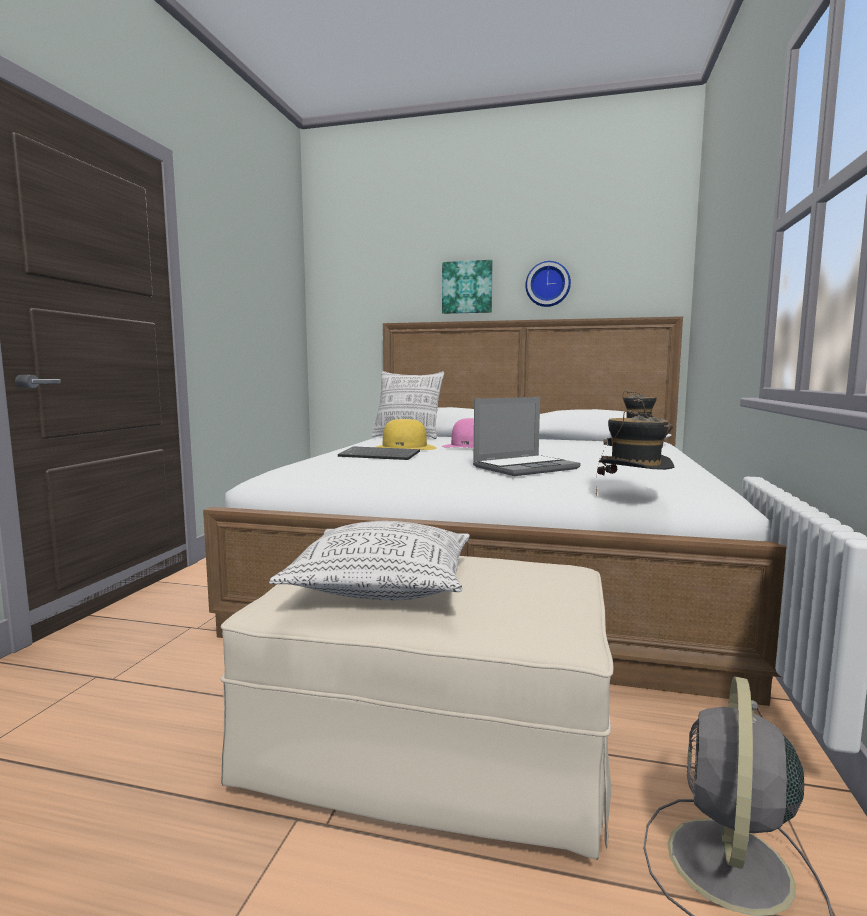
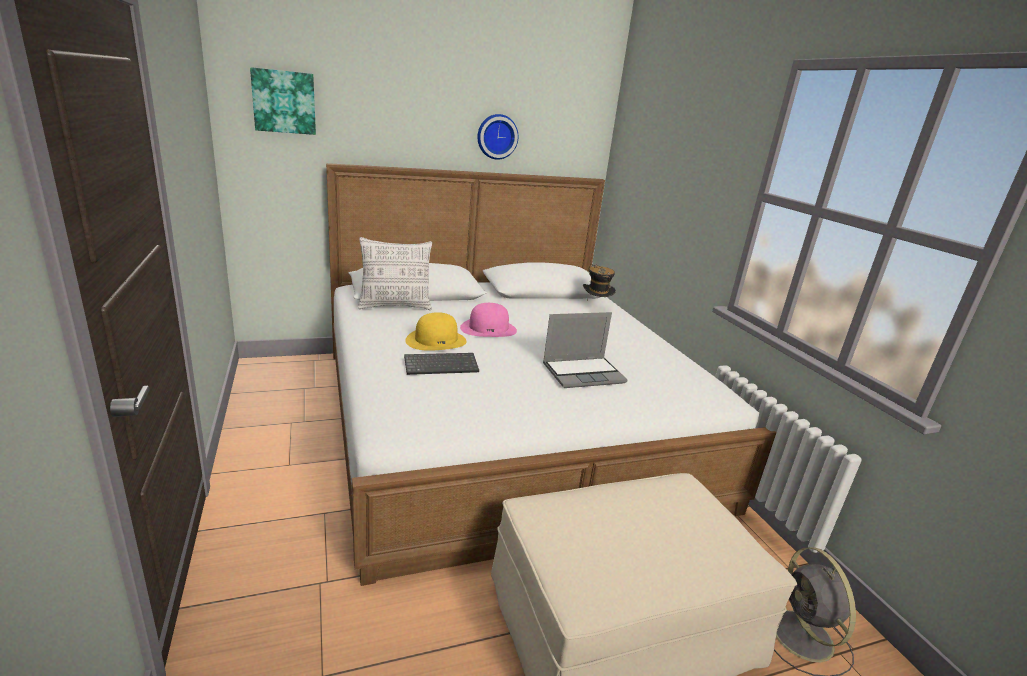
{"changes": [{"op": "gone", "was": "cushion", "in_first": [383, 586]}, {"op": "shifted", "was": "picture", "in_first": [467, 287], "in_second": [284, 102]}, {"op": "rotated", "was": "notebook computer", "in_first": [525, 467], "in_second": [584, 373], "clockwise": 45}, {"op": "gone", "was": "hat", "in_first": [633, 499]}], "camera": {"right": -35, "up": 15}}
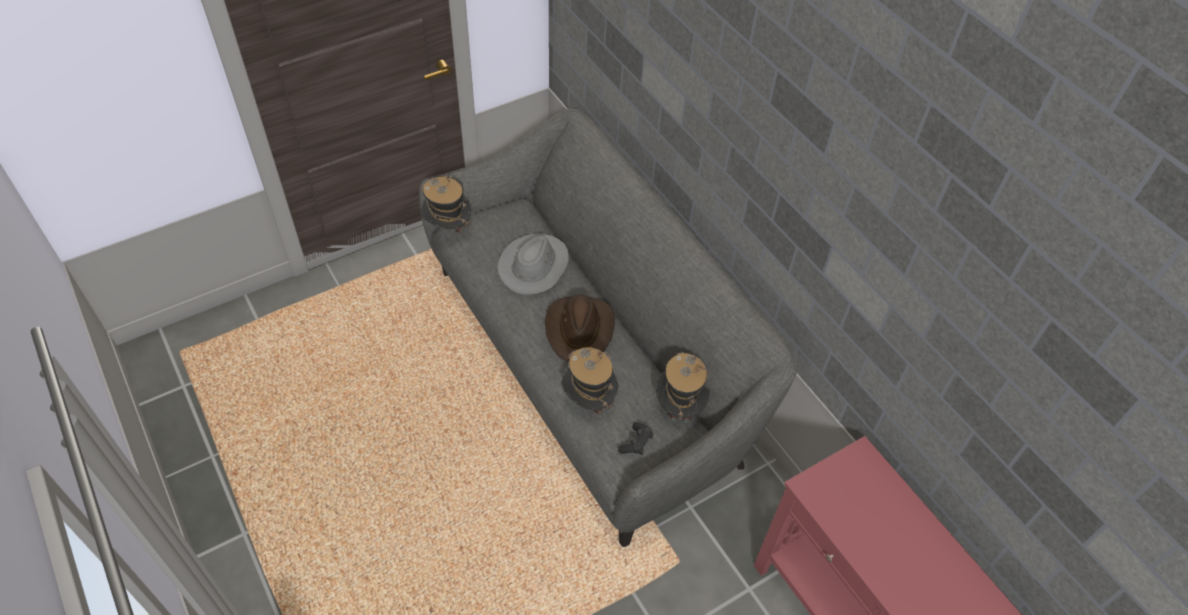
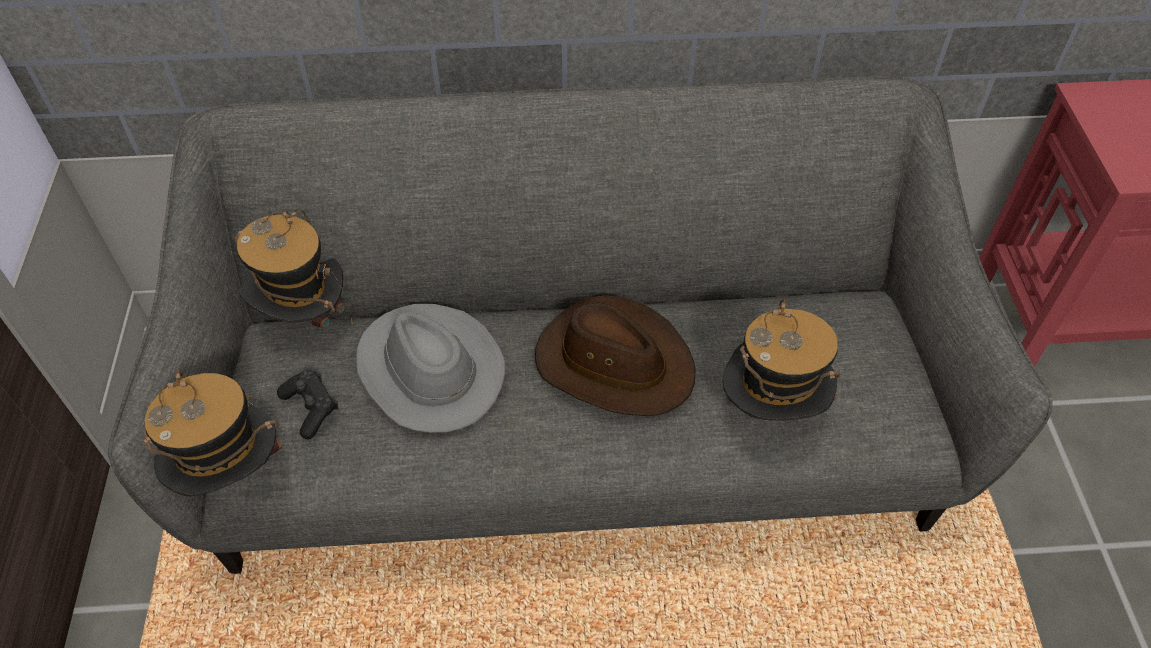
{"changes": [{"op": "shifted", "was": "black game controller", "in_first": [636, 443], "in_second": [311, 408]}, {"op": "shifted", "was": "hat", "in_first": [679, 407], "in_second": [304, 317]}], "camera": {"right": -60, "up": 0}}
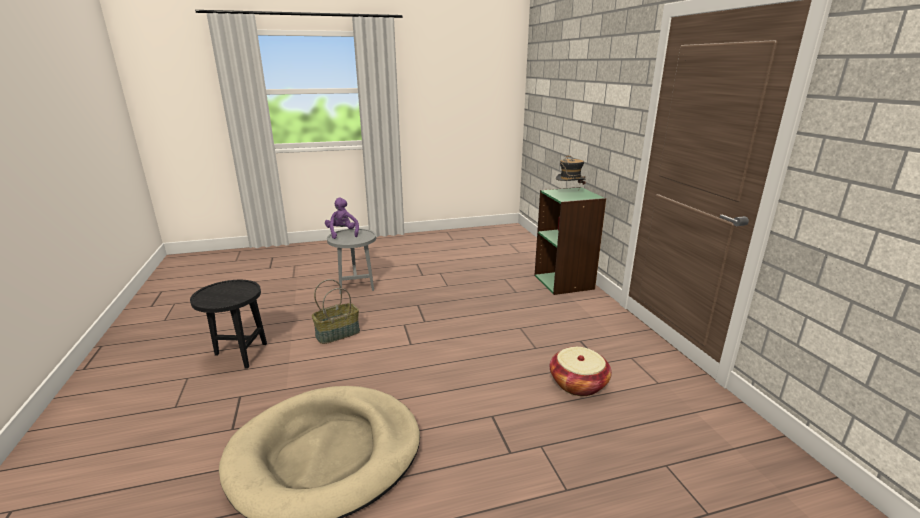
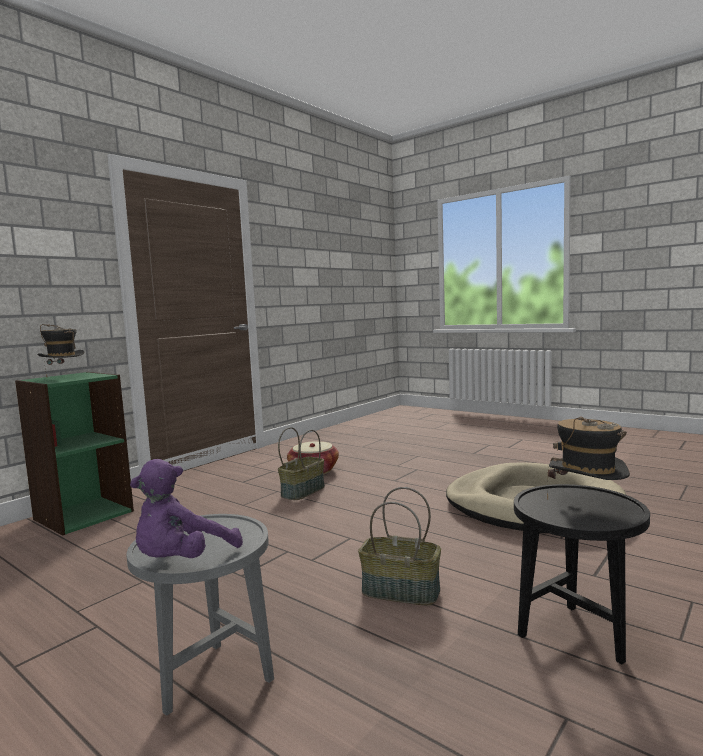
{"changes": [{"op": "new", "now": "storage basket", "in_second": [302, 491]}, {"op": "new", "now": "hat", "in_second": [587, 505]}], "camera": {"right": -125, "up": -15}}
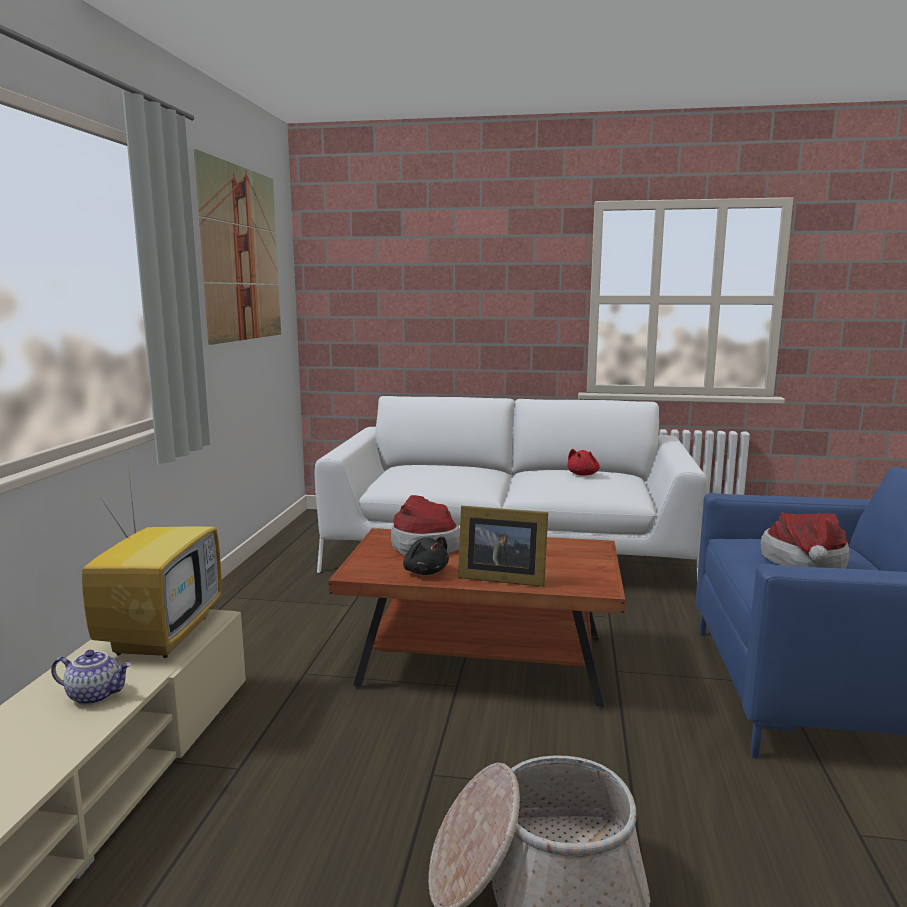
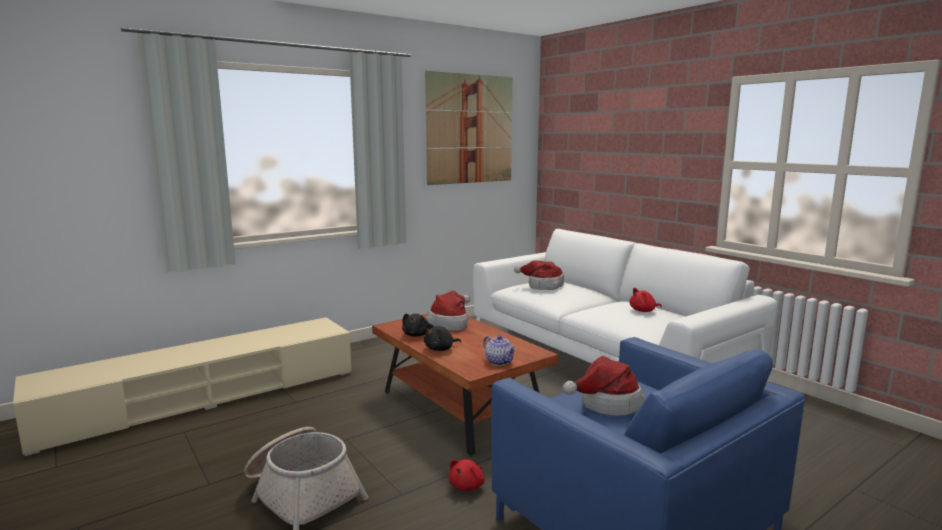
{"changes": [{"op": "shifted", "was": "tea pot", "in_first": [96, 695], "in_second": [500, 362]}, {"op": "gone", "was": "TV set", "in_first": [162, 634]}, {"op": "swapped", "was": "standing frame", "now": "black cuddly toy", "in_first": [499, 577], "in_second": [440, 349]}, {"op": "new", "now": "red cuddly toy", "in_second": [467, 486]}, {"op": "new", "now": "hat", "in_second": [543, 286]}], "camera": {"right": 45, "up": 0}}
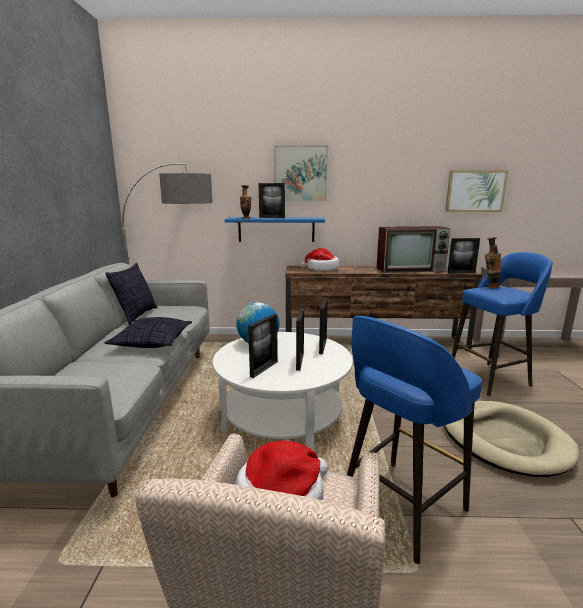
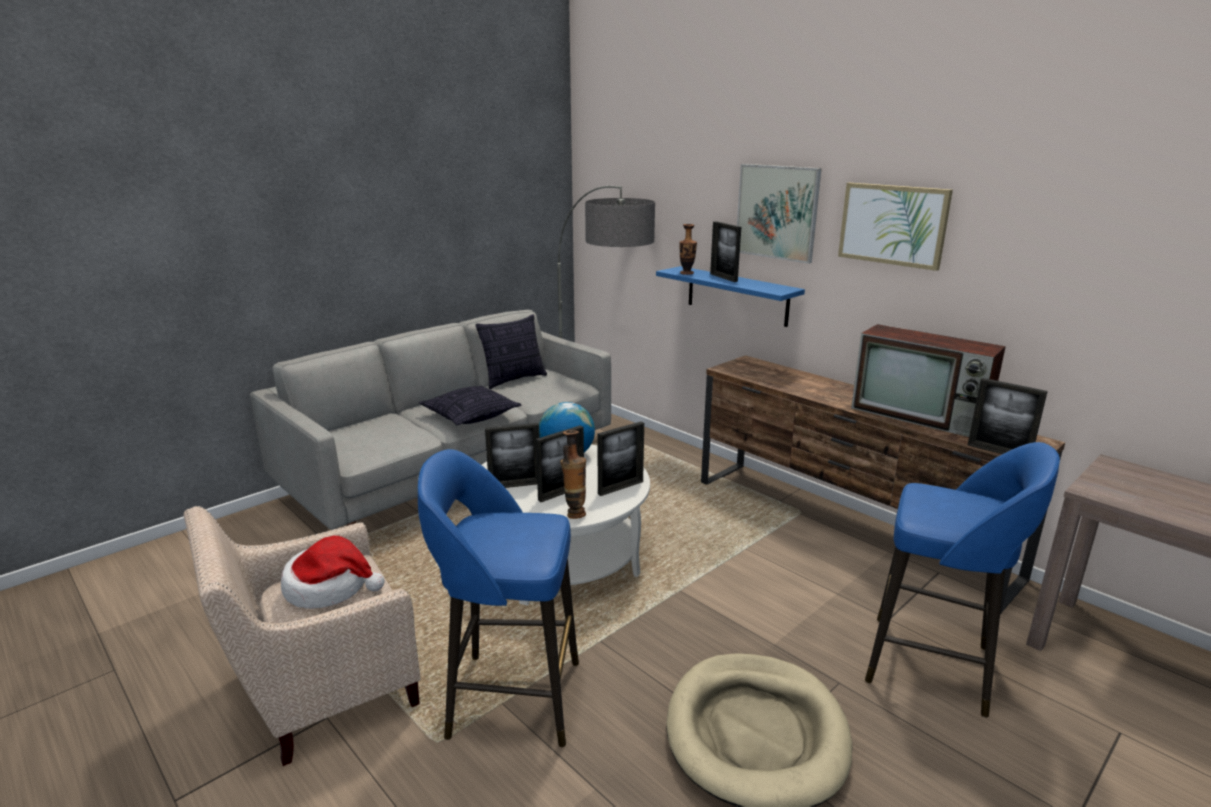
{"changes": [{"op": "gone", "was": "hat", "in_first": [321, 269]}, {"op": "shifted", "was": "picture", "in_first": [475, 191], "in_second": [893, 224]}, {"op": "shifted", "was": "flower vase", "in_first": [489, 287], "in_second": [574, 513]}], "camera": {"right": 45, "up": 5}}
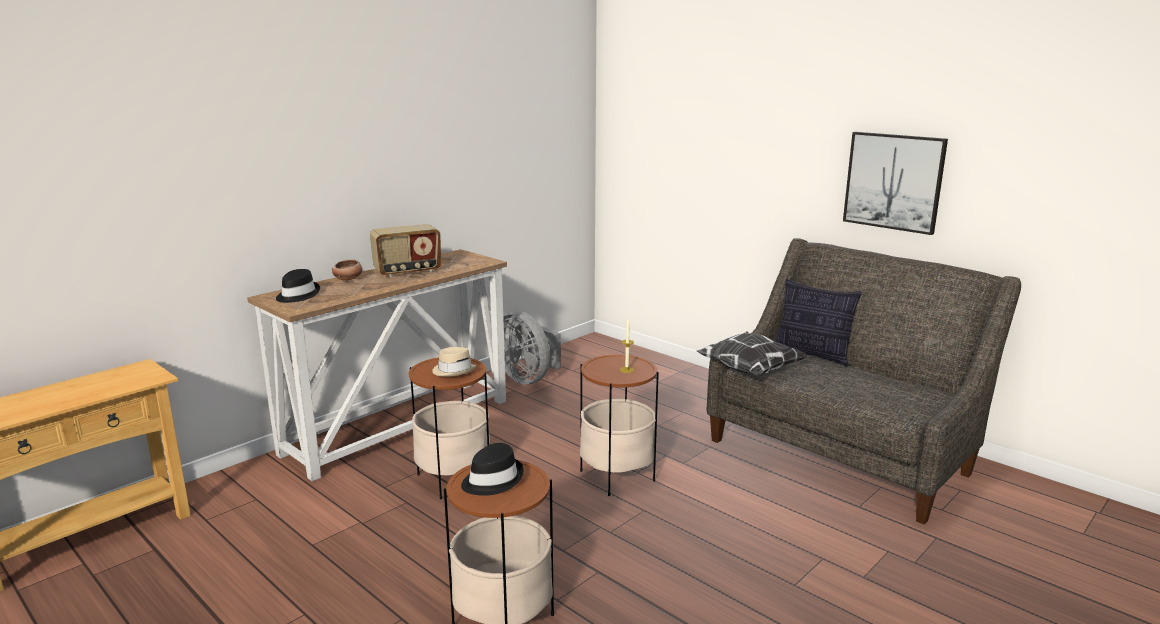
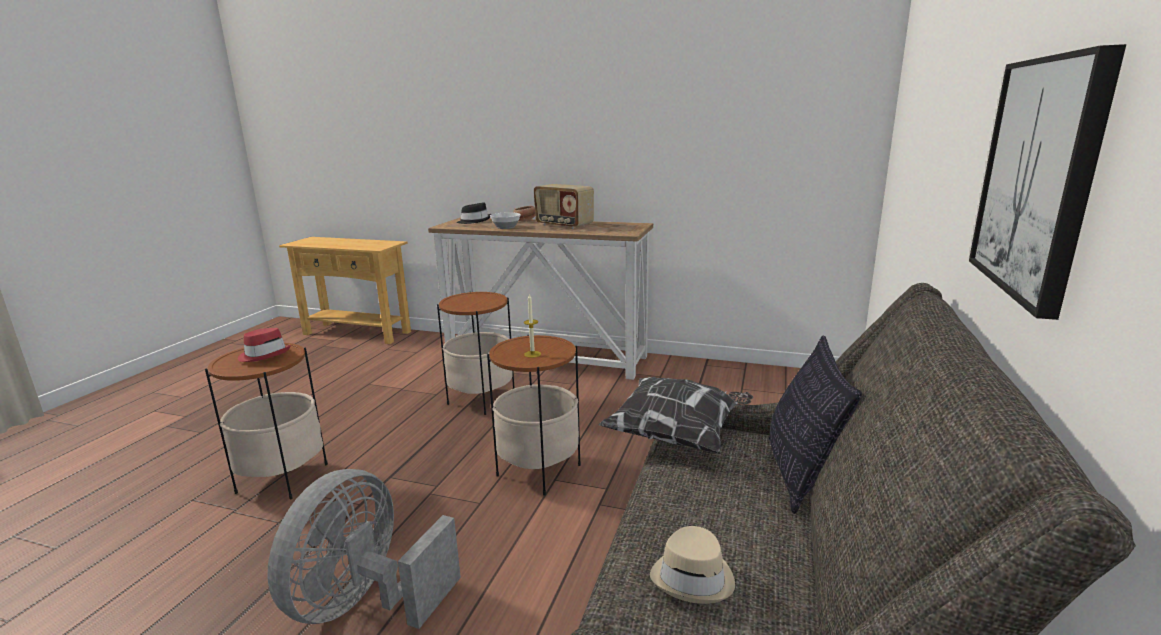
{"changes": [{"op": "shifted", "was": "sand-coloured hat", "in_first": [454, 370], "in_second": [693, 577]}, {"op": "repainted", "was": "black hat", "now": "red hat", "in_first": [492, 480], "in_second": [264, 354]}, {"op": "shifted", "was": "grey fan", "in_first": [528, 378], "in_second": [366, 602]}, {"op": "new", "now": "bowl", "in_second": [506, 227]}], "camera": {"right": 65, "up": 0}}
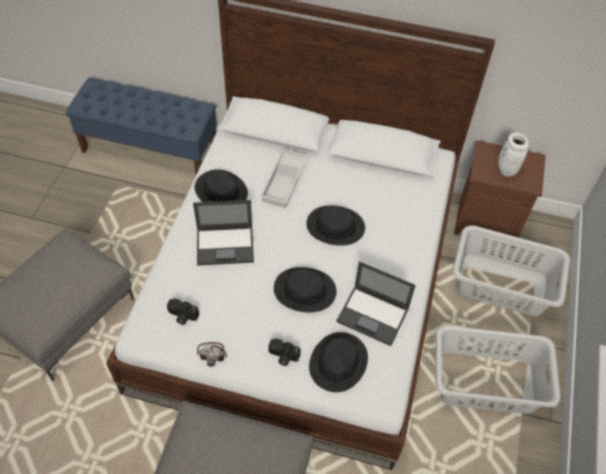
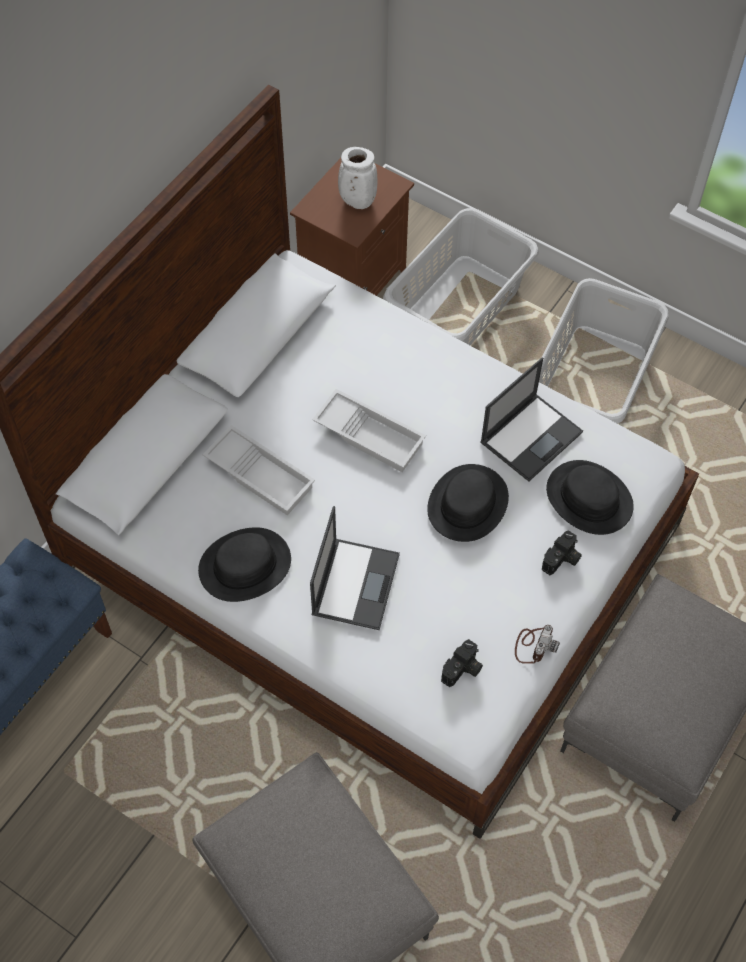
{"changes": [{"op": "swapped", "was": "black hat", "now": "white serving tray", "in_first": [335, 226], "in_second": [370, 434]}], "camera": {"right": -70, "up": 5}}
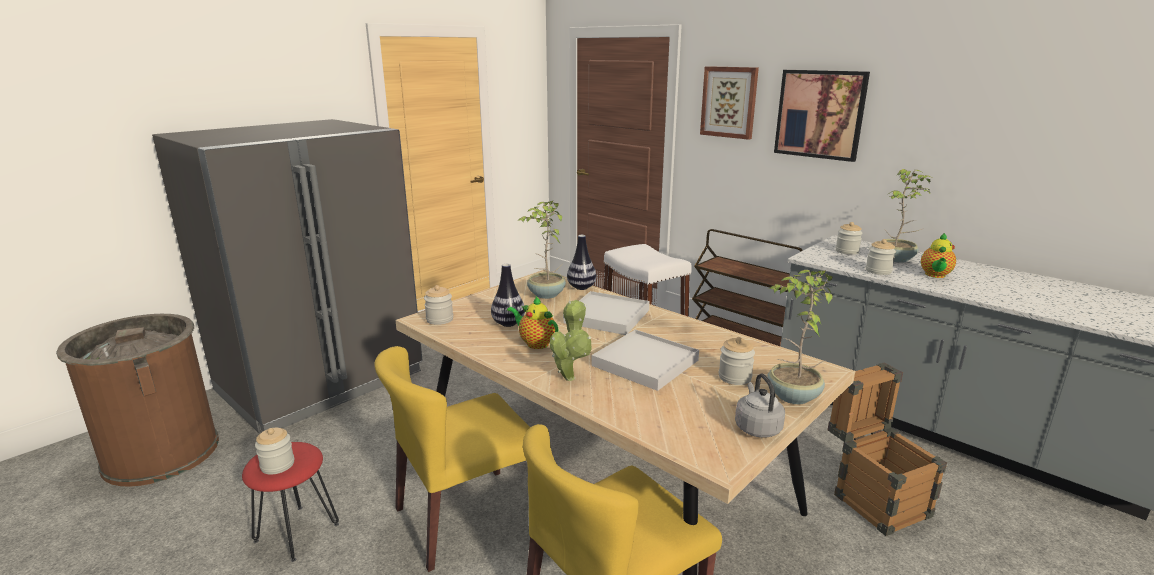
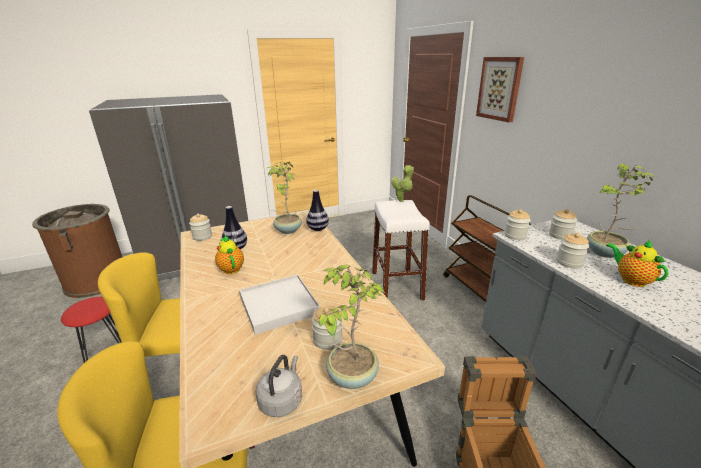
{"changes": [{"op": "shifted", "was": "preserve jar", "in_first": [277, 465], "in_second": [515, 236]}, {"op": "shifted", "was": "potted plant", "in_first": [570, 376], "in_second": [402, 200]}, {"op": "gone", "was": "white serving tray", "in_first": [606, 316]}, {"op": "gone", "was": "picture", "in_first": [820, 114]}, {"op": "rotated", "was": "tea pot", "in_first": [935, 275], "in_second": [631, 280], "clockwise": 105}], "camera": {"right": 25, "up": 5}}
